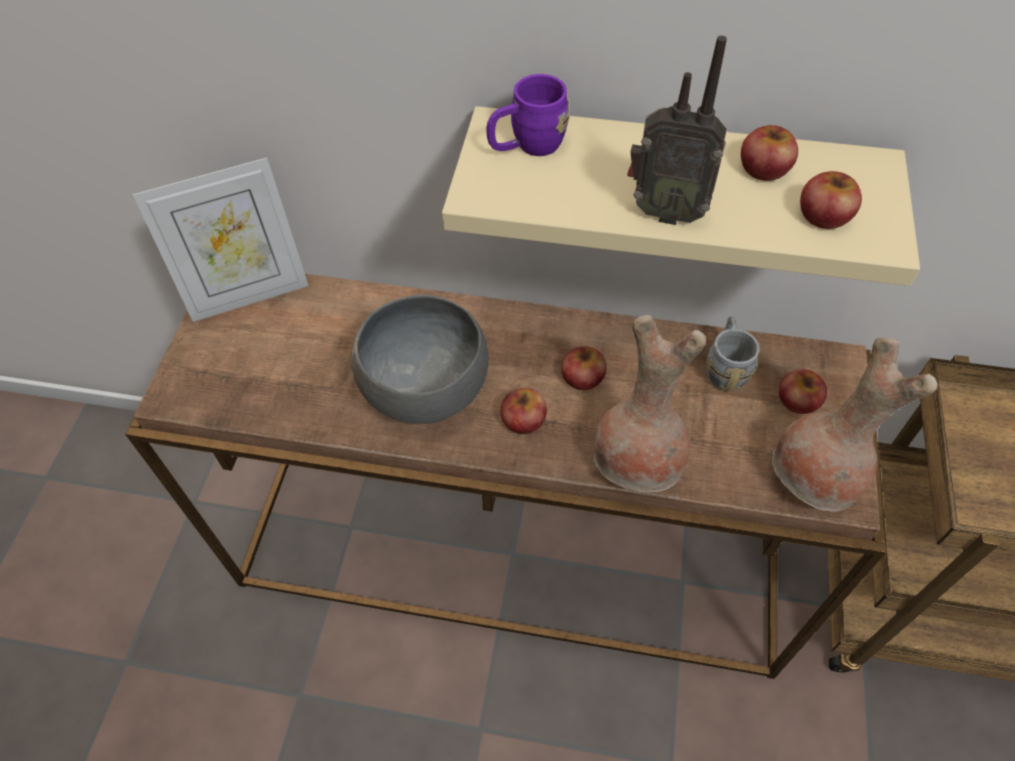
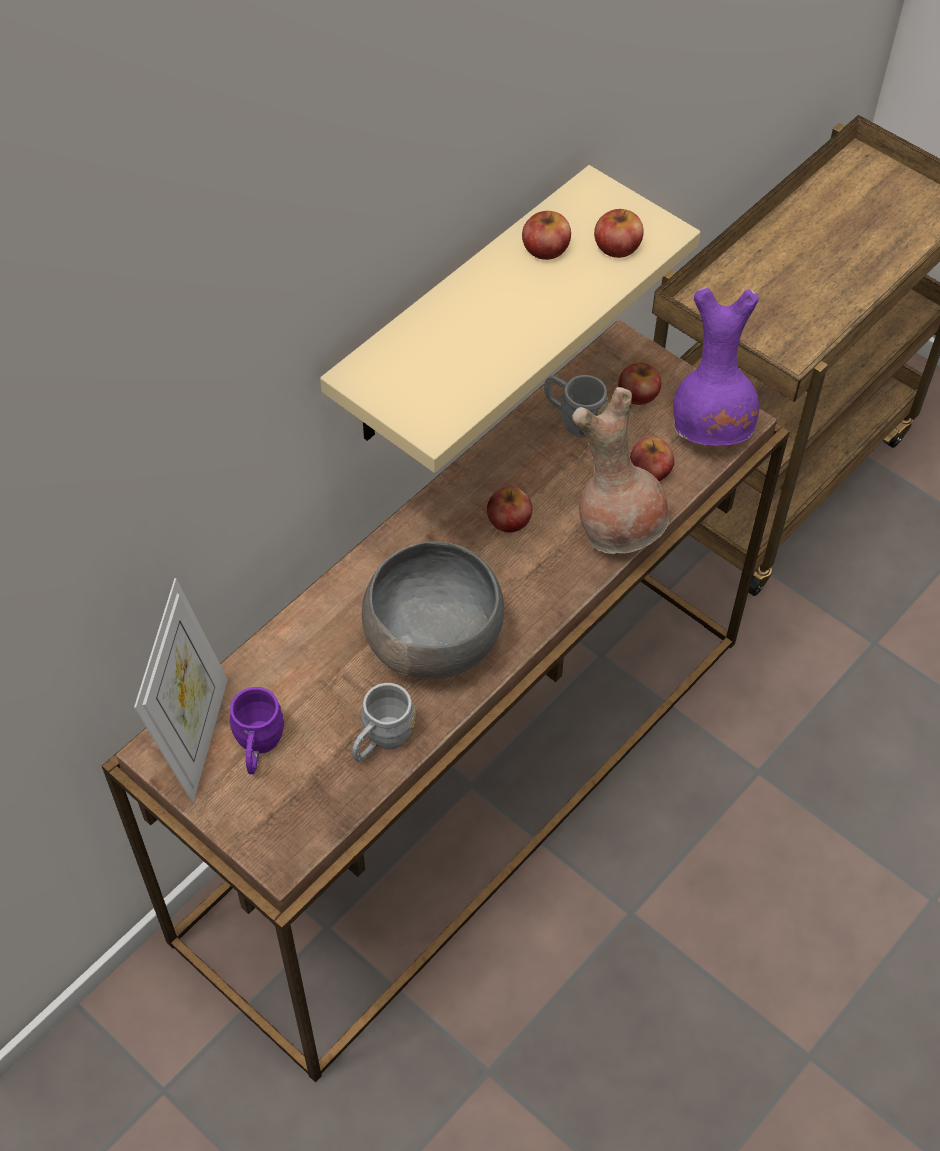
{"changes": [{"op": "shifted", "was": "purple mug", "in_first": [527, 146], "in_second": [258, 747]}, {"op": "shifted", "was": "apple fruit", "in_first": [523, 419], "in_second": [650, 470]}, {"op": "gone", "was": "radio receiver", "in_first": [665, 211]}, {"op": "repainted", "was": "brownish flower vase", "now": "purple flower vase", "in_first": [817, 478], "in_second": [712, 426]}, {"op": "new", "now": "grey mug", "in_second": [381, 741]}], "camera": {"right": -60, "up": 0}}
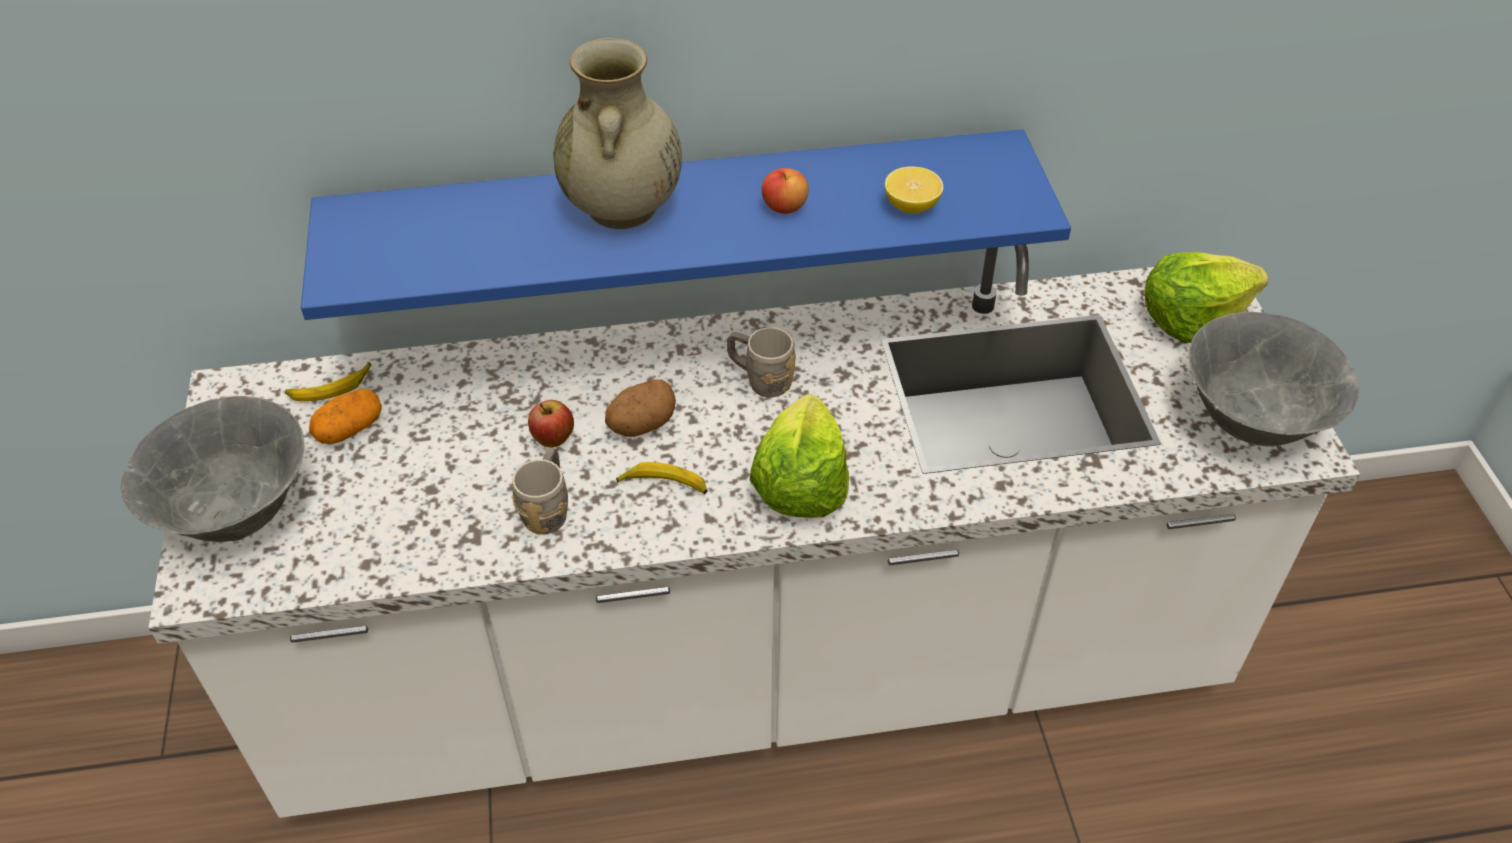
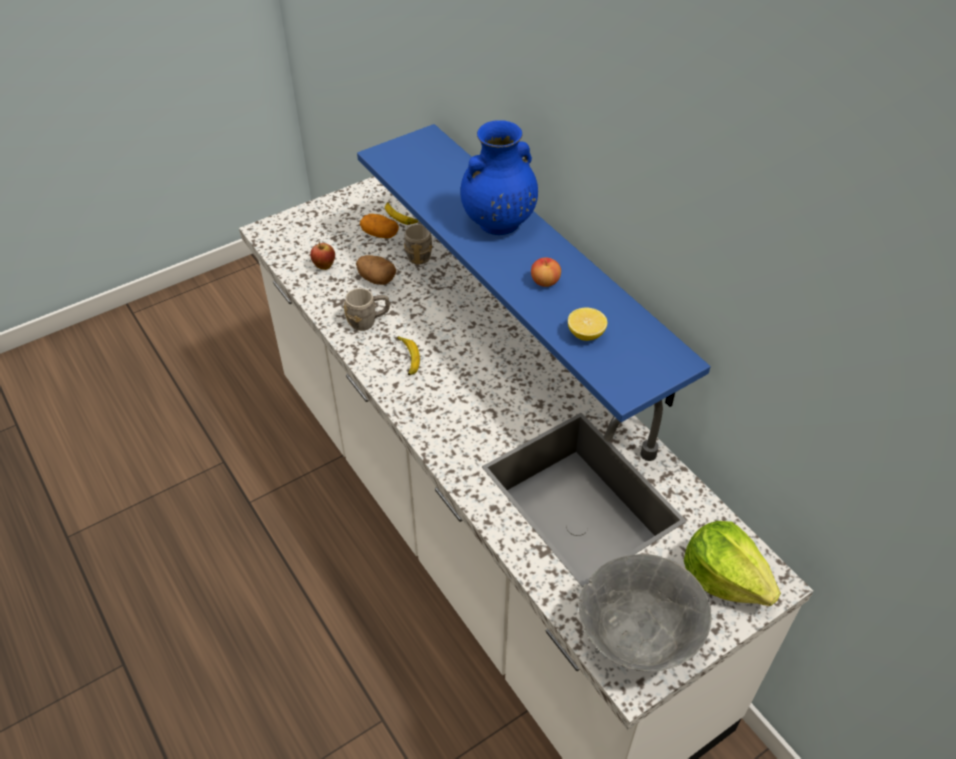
{"changes": [{"op": "gone", "was": "grey bowl", "in_first": [237, 514]}, {"op": "shifted", "was": "apple fruit", "in_first": [553, 440], "in_second": [324, 266]}, {"op": "repainted", "was": "sand-coloured flower vase", "now": "blue-coloured flower vase", "in_first": [622, 209], "in_second": [497, 223]}, {"op": "shifted", "was": "whole potato", "in_first": [641, 425], "in_second": [376, 279]}, {"op": "shifted", "was": "grey mug", "in_first": [760, 379], "in_second": [419, 253]}, {"op": "gone", "was": "lettuce", "in_first": [800, 483]}], "camera": {"right": 65, "up": 0}}
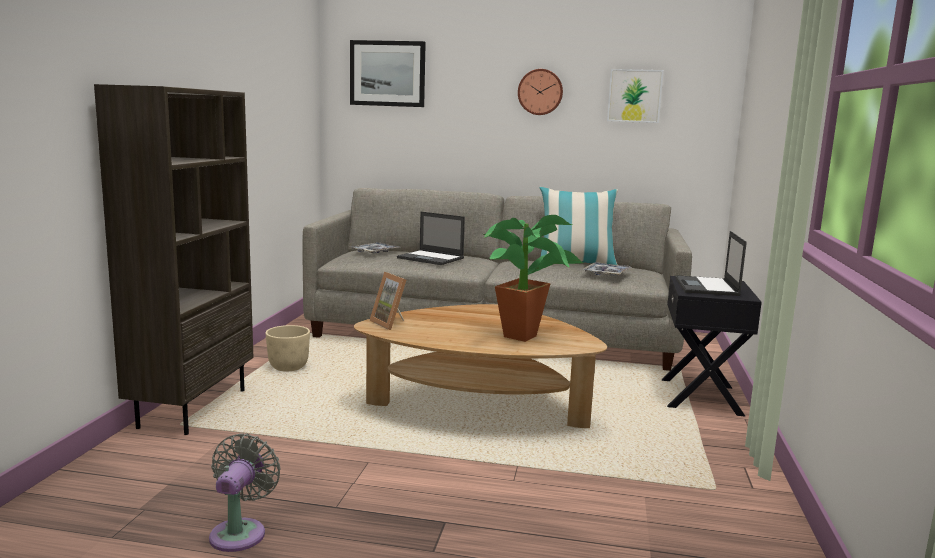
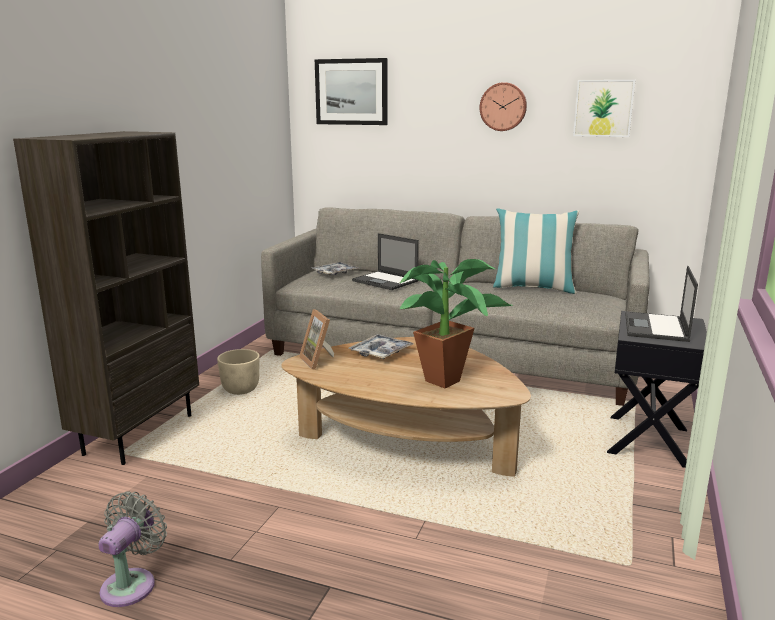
{"changes": [{"op": "shifted", "was": "serving tray", "in_first": [606, 274], "in_second": [380, 352]}], "camera": {"right": 10, "up": 5}}
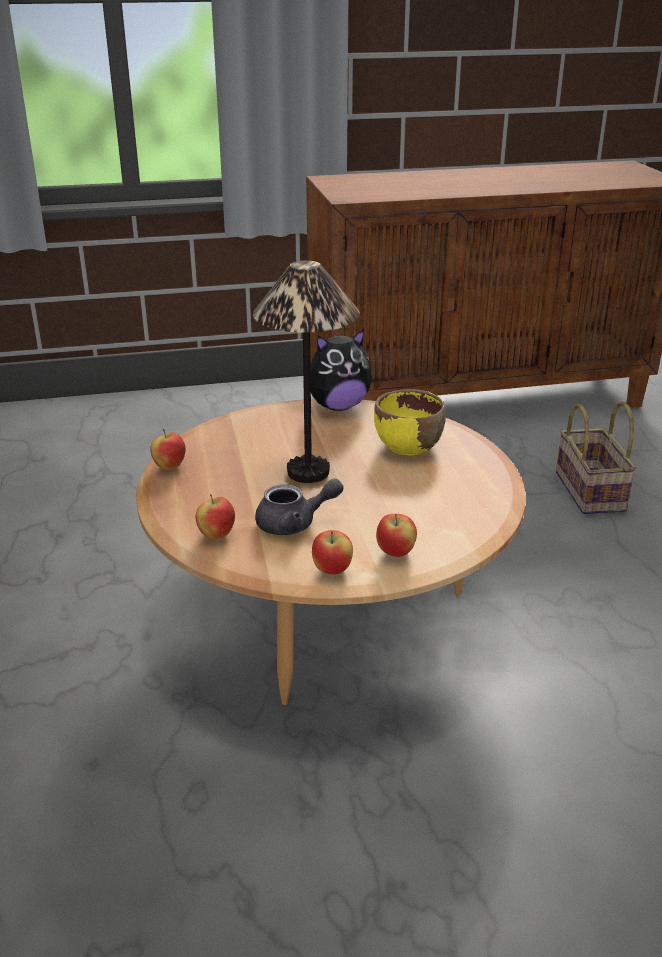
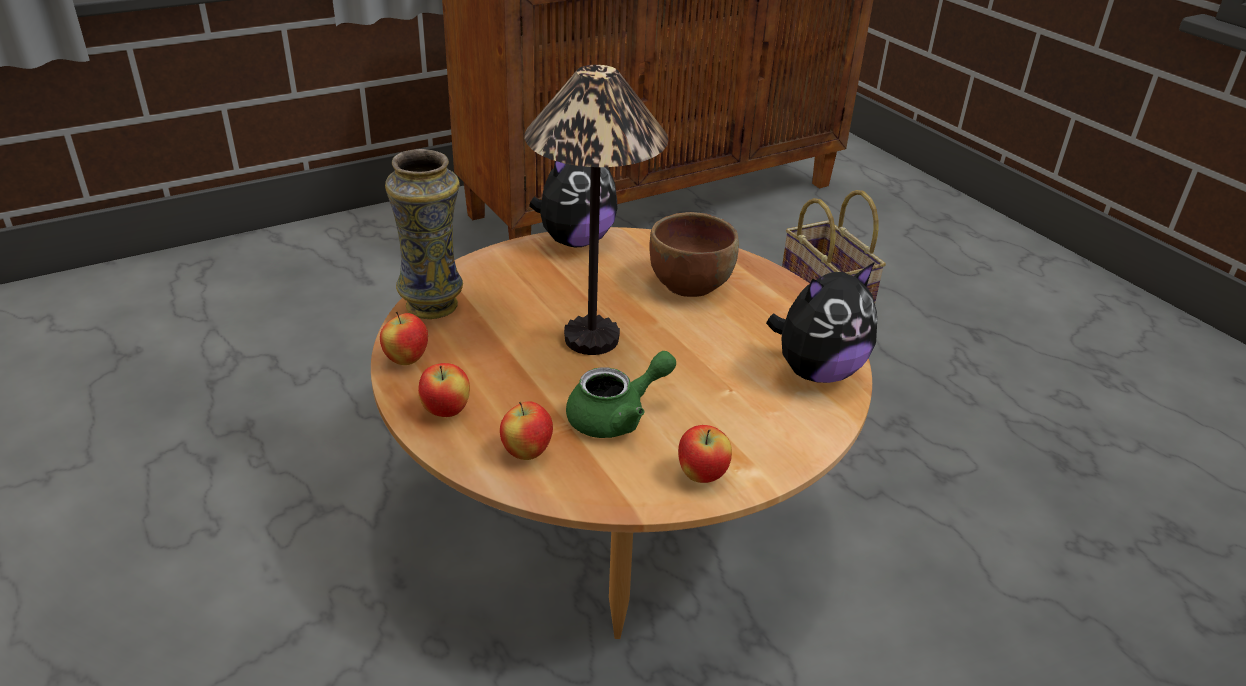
{"changes": [{"op": "repainted", "was": "grey tea pot", "now": "green tea pot", "in_first": [294, 524], "in_second": [617, 416]}, {"op": "repainted", "was": "yellowish bowl", "now": "brownish bowl", "in_first": [408, 446], "in_second": [690, 284]}, {"op": "shifted", "was": "apple fruit", "in_first": [396, 553], "in_second": [446, 411]}, {"op": "new", "now": "flower vase", "in_second": [433, 306]}, {"op": "new", "now": "cuddly toy", "in_second": [817, 371]}], "camera": {"right": -20, "up": 5}}
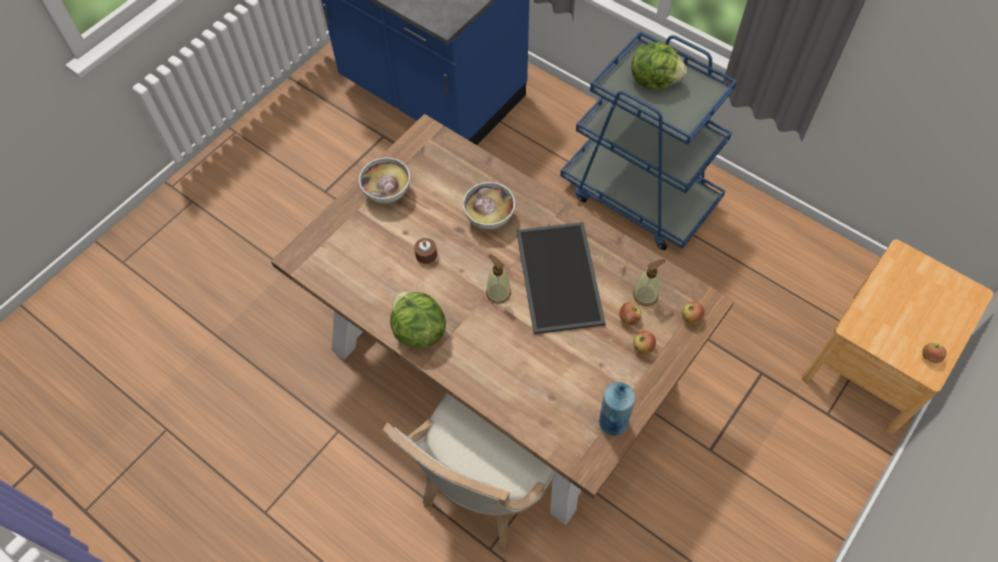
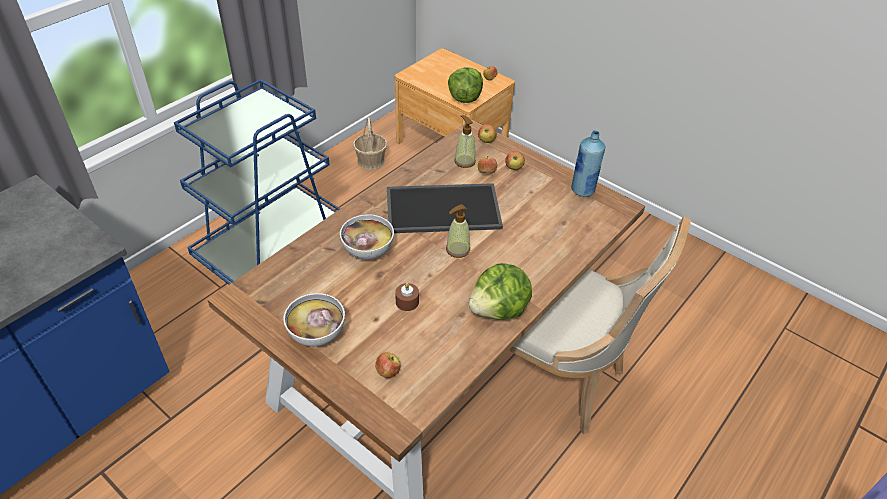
{"changes": [{"op": "shifted", "was": "lettuce", "in_first": [654, 80], "in_second": [464, 98]}, {"op": "new", "now": "storage basket", "in_second": [371, 161]}, {"op": "new", "now": "apple fruit", "in_second": [387, 372]}], "camera": {"right": -90, "up": -15}}
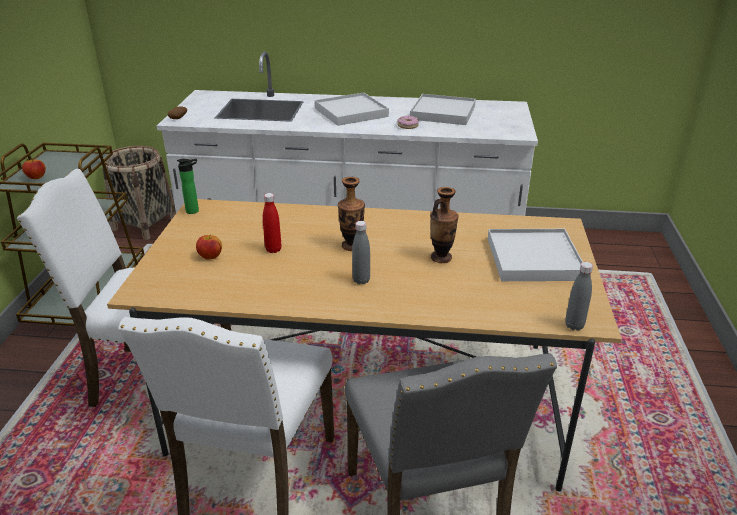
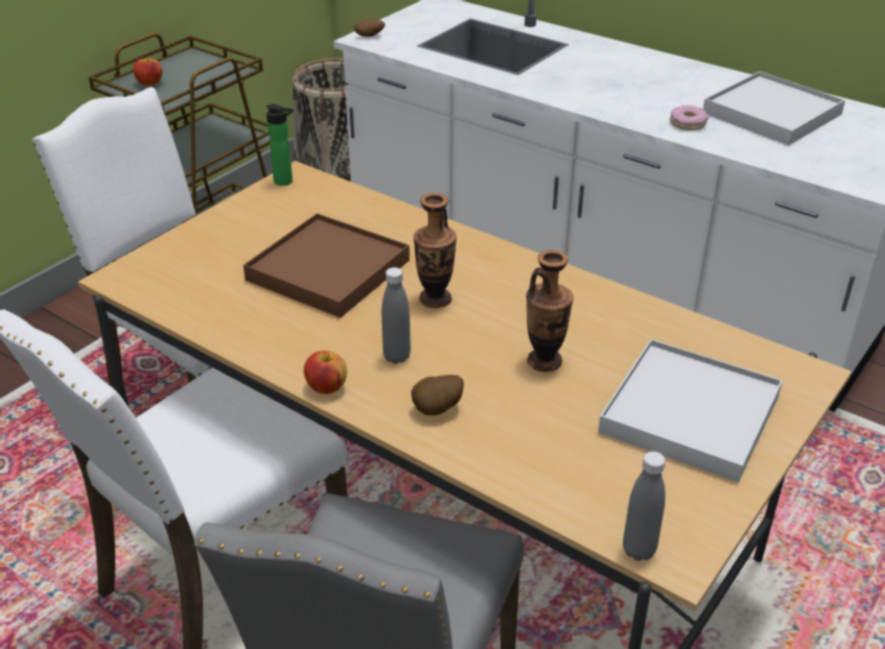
{"changes": [{"op": "shifted", "was": "apple fruit", "in_first": [210, 256], "in_second": [326, 387]}, {"op": "swapped", "was": "red drink bottle", "now": "brownish serving tray", "in_first": [273, 249], "in_second": [328, 270]}, {"op": "gone", "was": "white serving tray", "in_first": [351, 112]}, {"op": "new", "now": "whole potato", "in_second": [438, 411]}], "camera": {"right": 30, "up": 5}}
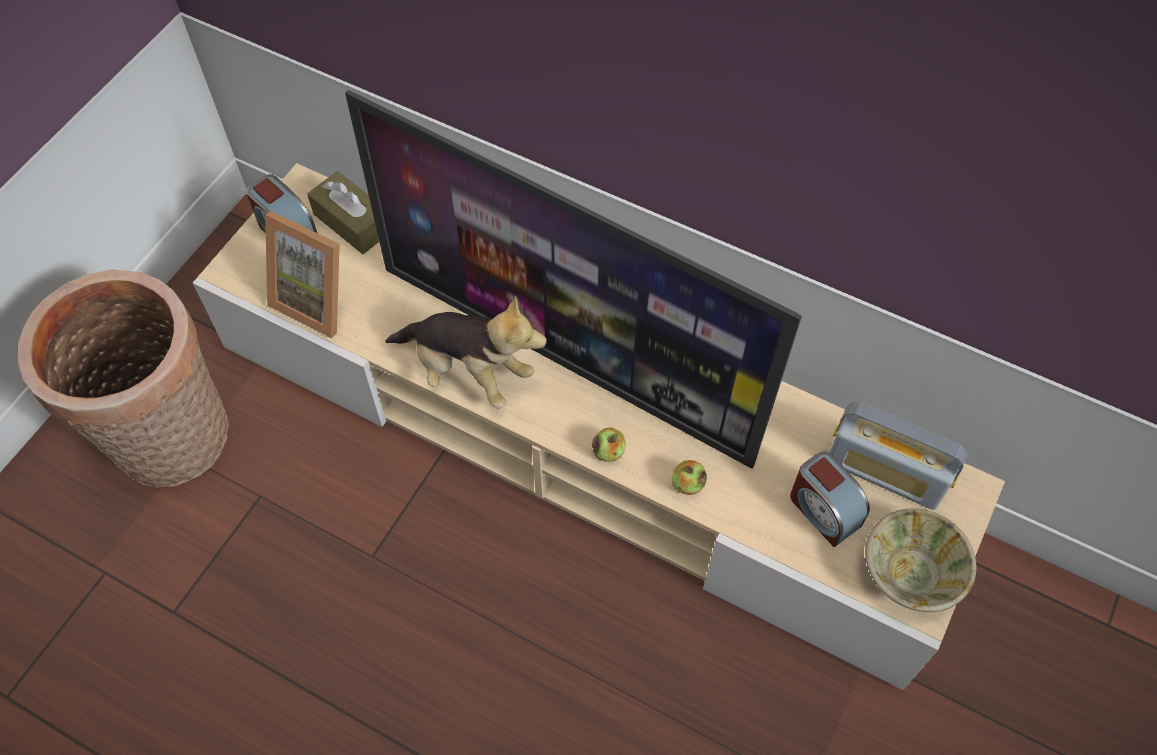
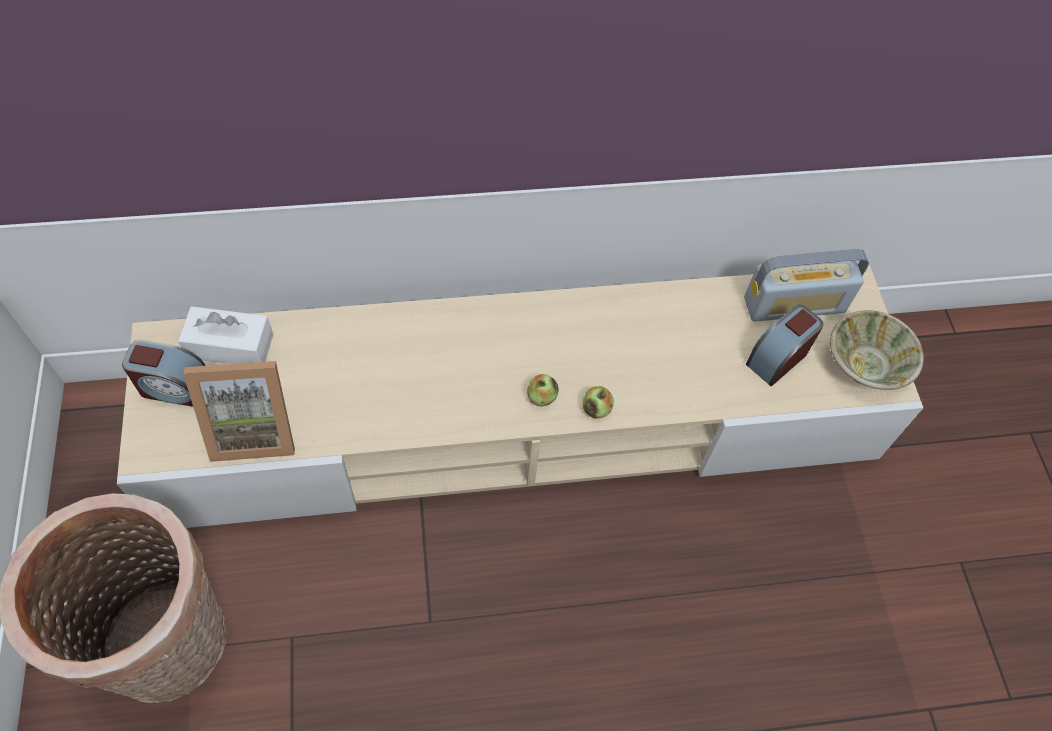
{"changes": [{"op": "repainted", "was": "brownish box of tissues", "now": "white box of tissues", "in_first": [352, 222], "in_second": [230, 346]}, {"op": "gone", "was": "TV set", "in_first": [566, 359]}, {"op": "gone", "was": "cuddly toy", "in_first": [468, 372]}, {"op": "shifted", "was": "apple fruit", "in_first": [687, 484], "in_second": [541, 397]}, {"op": "rotated", "was": "alarm clock", "in_first": [823, 510], "in_second": [777, 357], "clockwise": 120}], "camera": {"right": -40, "up": 0}}
